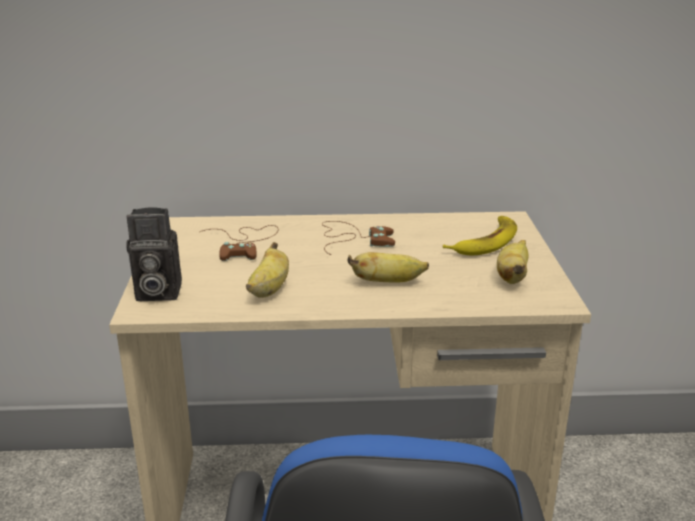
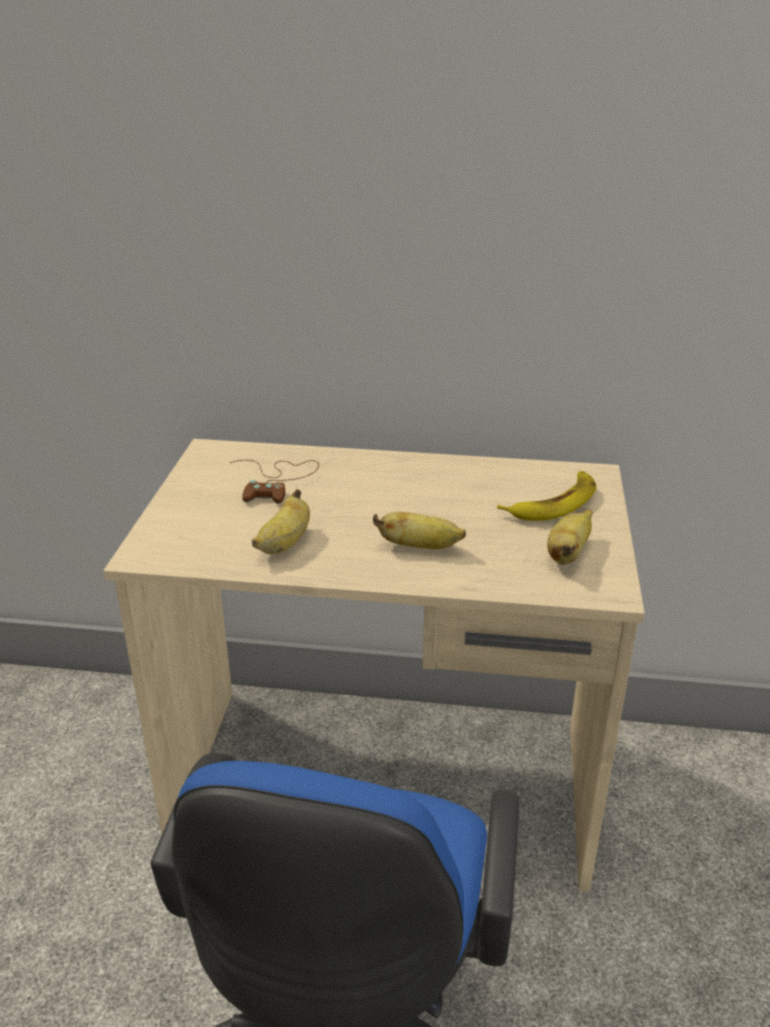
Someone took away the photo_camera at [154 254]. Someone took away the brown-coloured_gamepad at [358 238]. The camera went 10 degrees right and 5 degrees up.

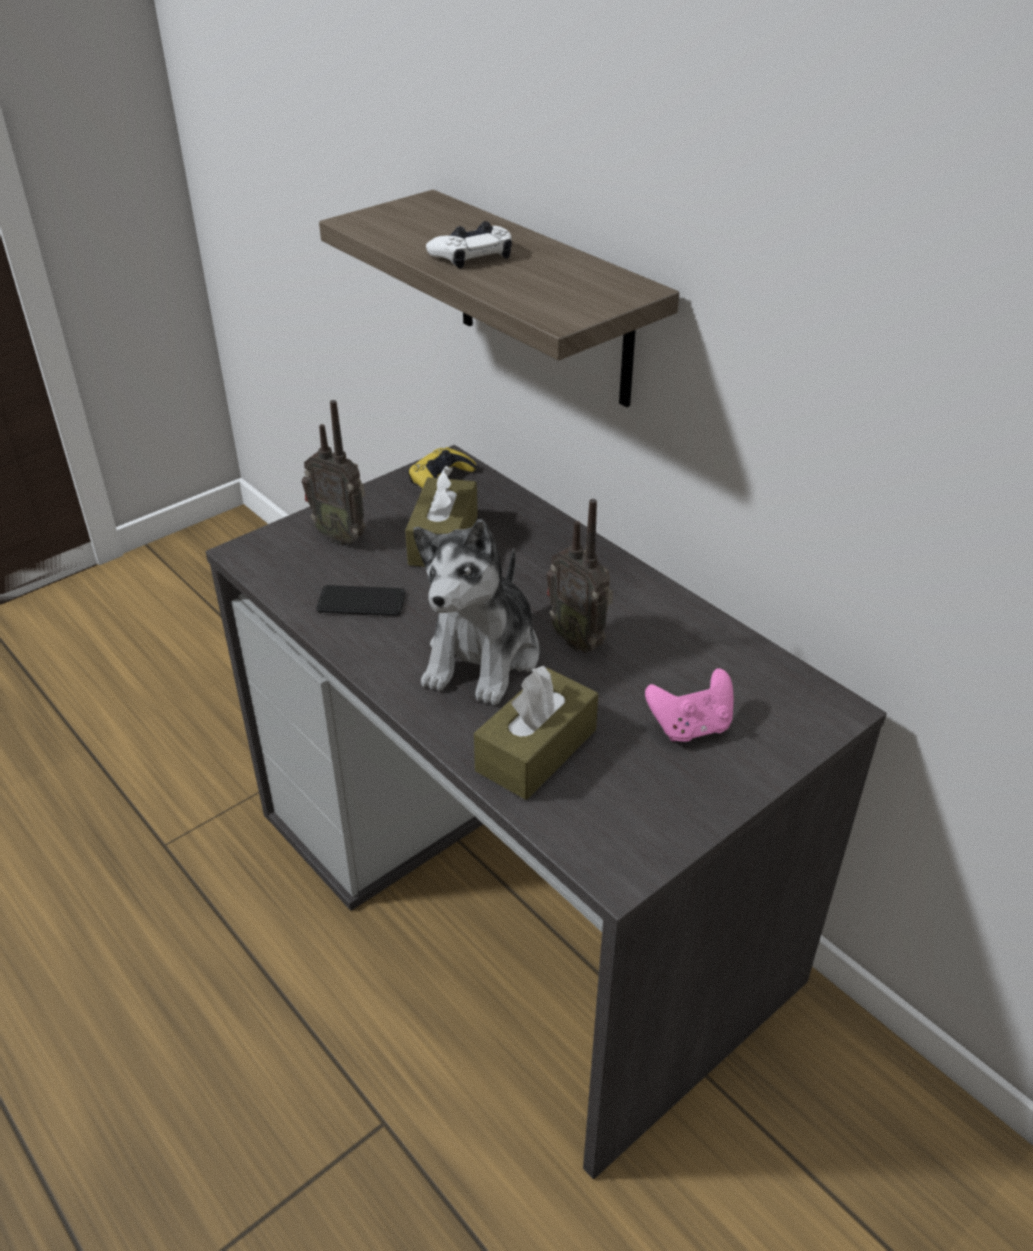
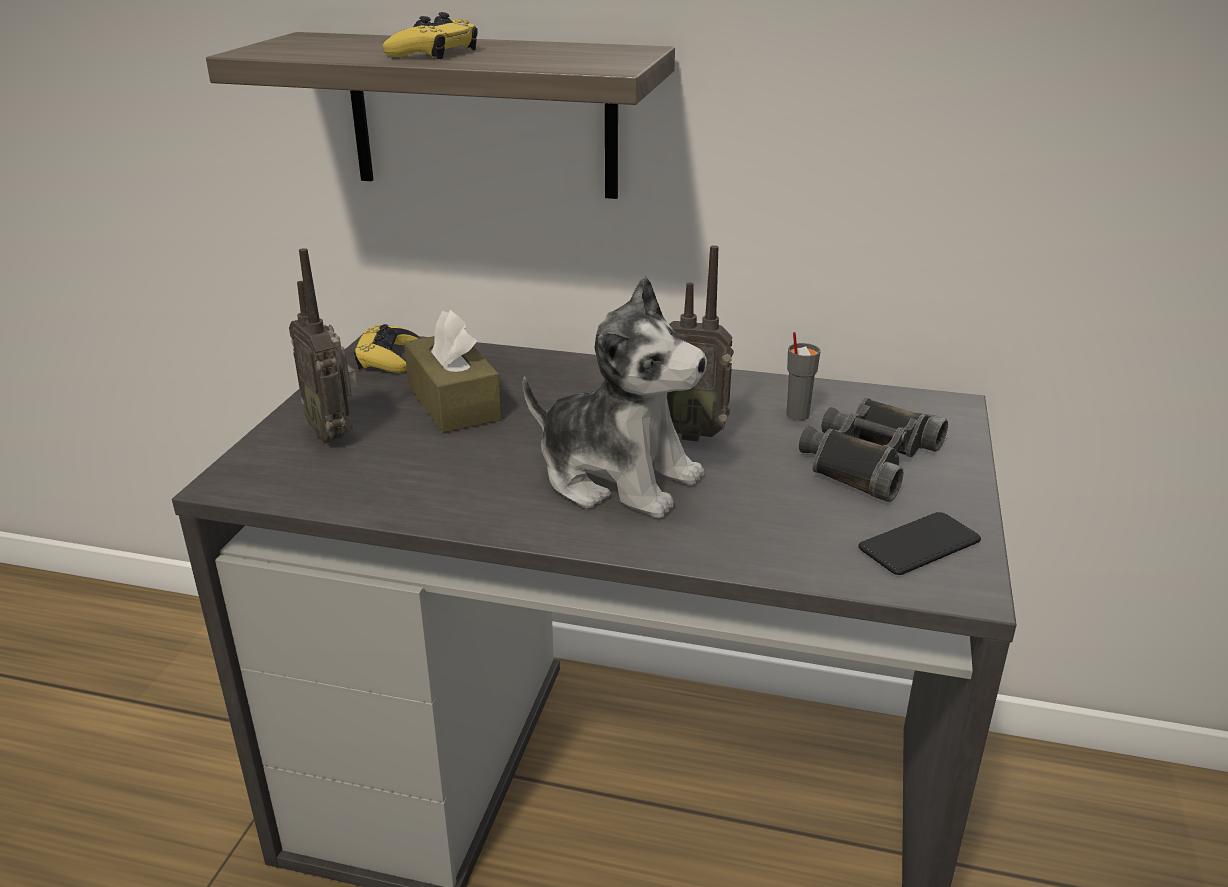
Someone rotated the radio at [334 472] by 60 degrees clockwise. Someone repainted the white_gamepad at [469 244], which became the yellow-coloured_gamepad at [430 35]. Someone rotated the plush_toy at [476 612] by 45 degrees counterclockwise. Someone put down the gray_cup at [803 376]. Someone swapped the pinkish_gamepad at [689 705] for the black_pair_of_binoculars at [873 450]. Someone carried the phone from [361 600] to [919 543]. Someone took away the brown-coloured_tissue_box at [536 733]. The camera went 35 degrees left and 10 degrees down.

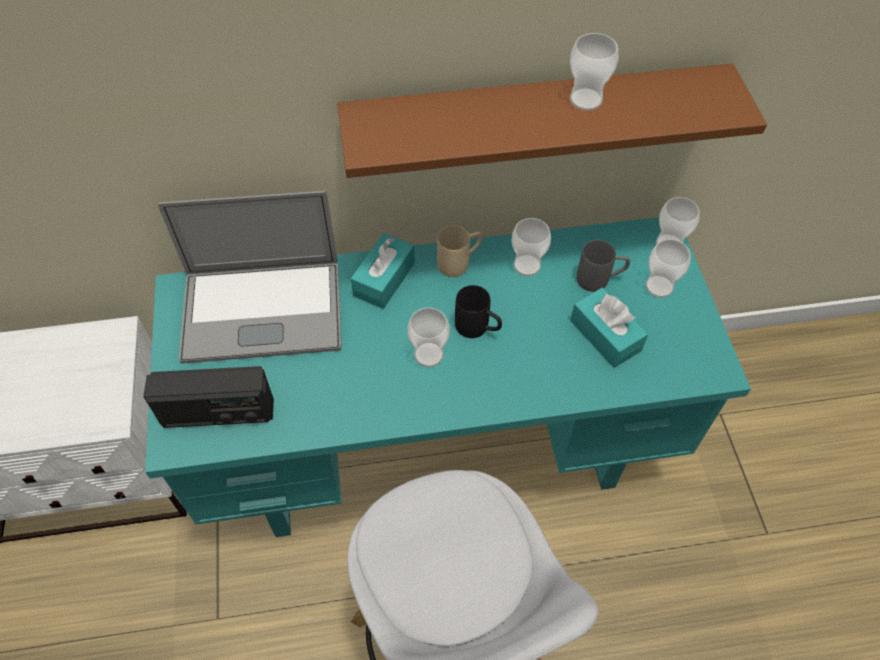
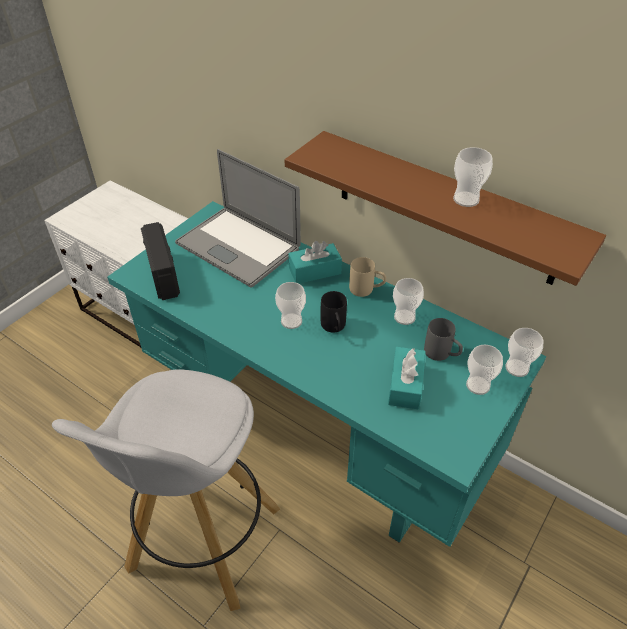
Someone rotated the radio at [208 397] by 150 degrees counterclockwise. The camera went 45 degrees right and 10 degrees down.

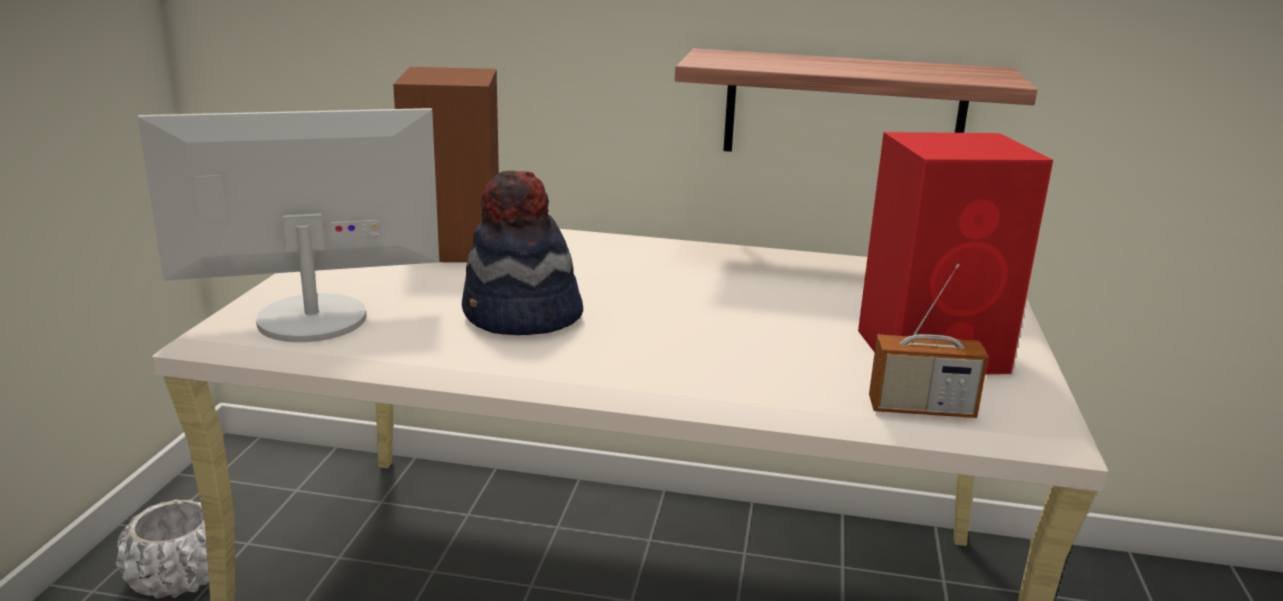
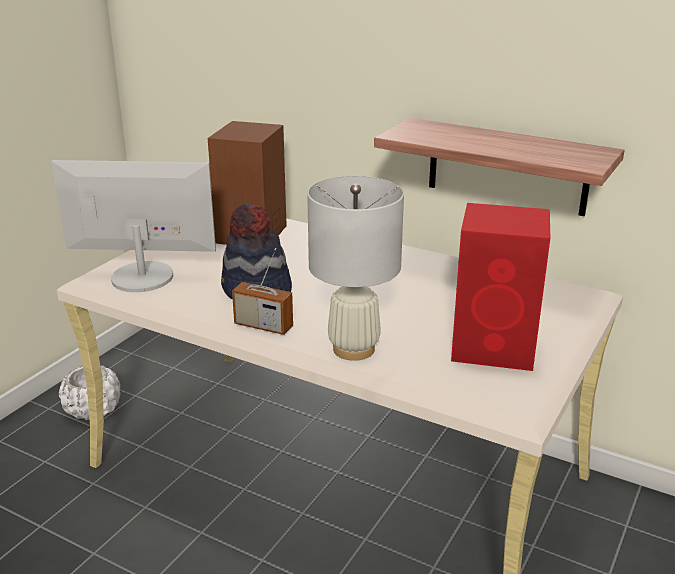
Someone carried the radio from [928 341] to [262 291]. Someone put down the white_tabletop_lamp at [355 268]. The camera went 20 degrees right and 5 degrees up.

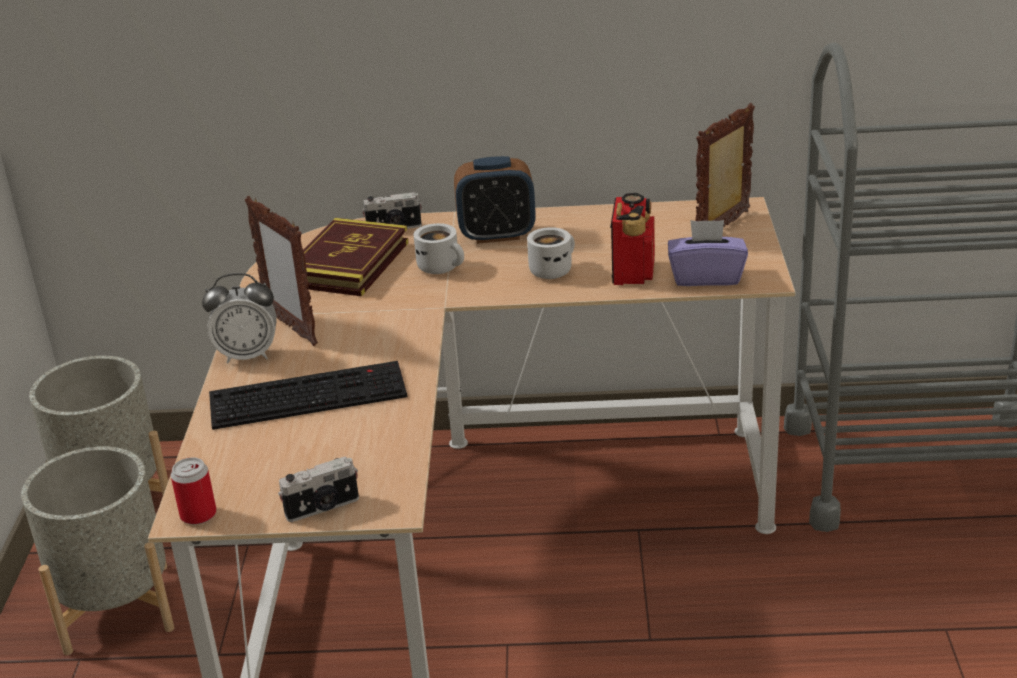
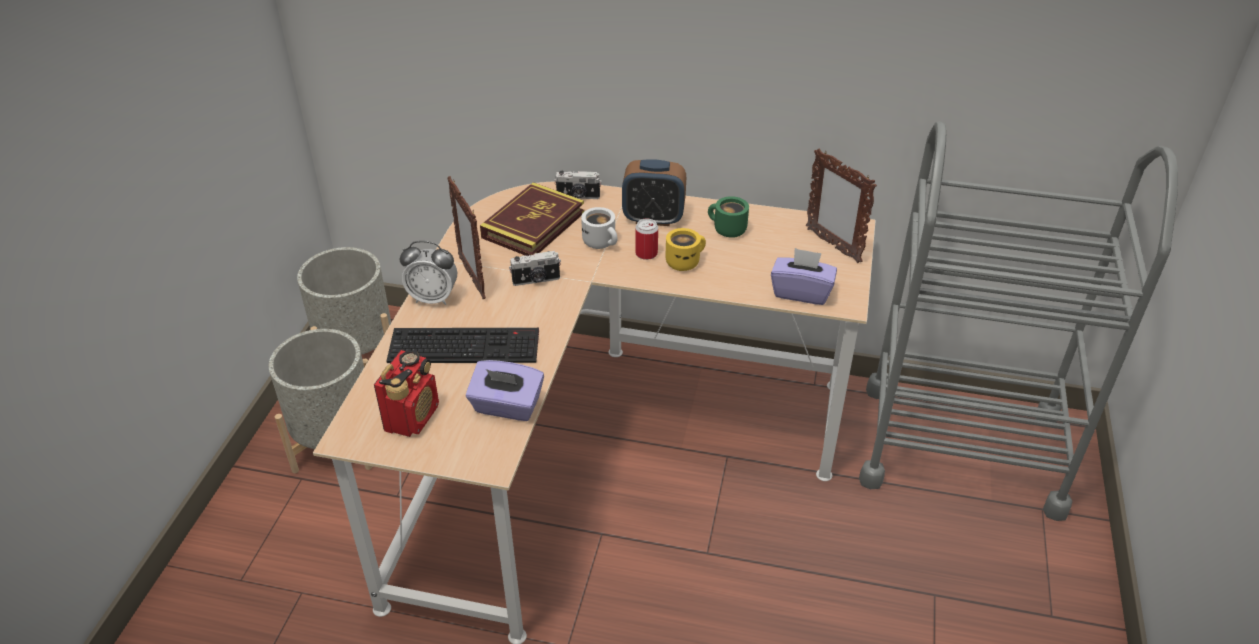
Someone carried the radio from [632 239] to [406 393]. Someone put down the purplish_tissue_box at [505 390]. Someone carried the photo_camera from [318 489] to [535 268]. Someone carried the metal_can from [194 491] to [646 239]. Someone repainted the white_coffee_mug at [551 253], which became the yellow-coloured_coffee_mug at [686 249]. Someone put down the green_coffee_mug at [728 217]. Someone rotated the picture_frame at [725 165] by 90 degrees counterclockwise. The camera went 10 degrees right and 10 degrees up.

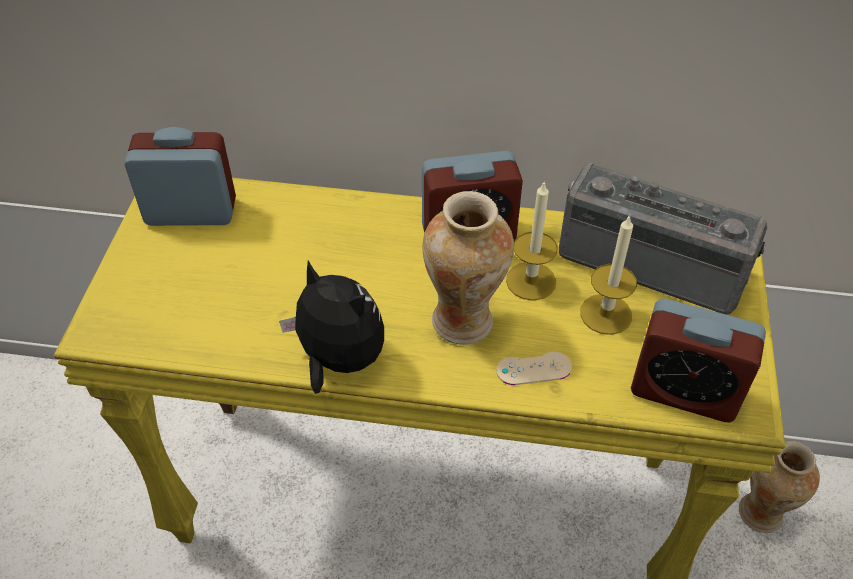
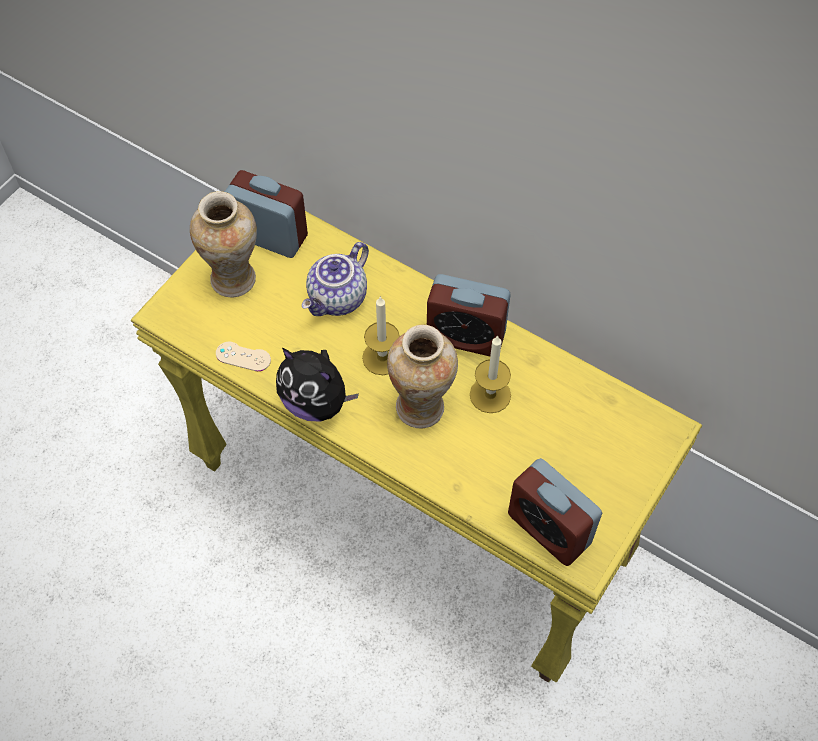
Someone carried the flower_vase from [779 486] to [223 244]. Someone carried the beige-coloured_gamepad from [534 368] to [243 356]. Someone rotated the plush_toy at [331 327] by 150 degrees clockwise. Someone put down the tea_pot at [335 279]. Someone carried the wax_light from [608 275] to [381 335]. Someone took away the radio at [663 239]. The camera went 25 degrees right and 10 degrees up.

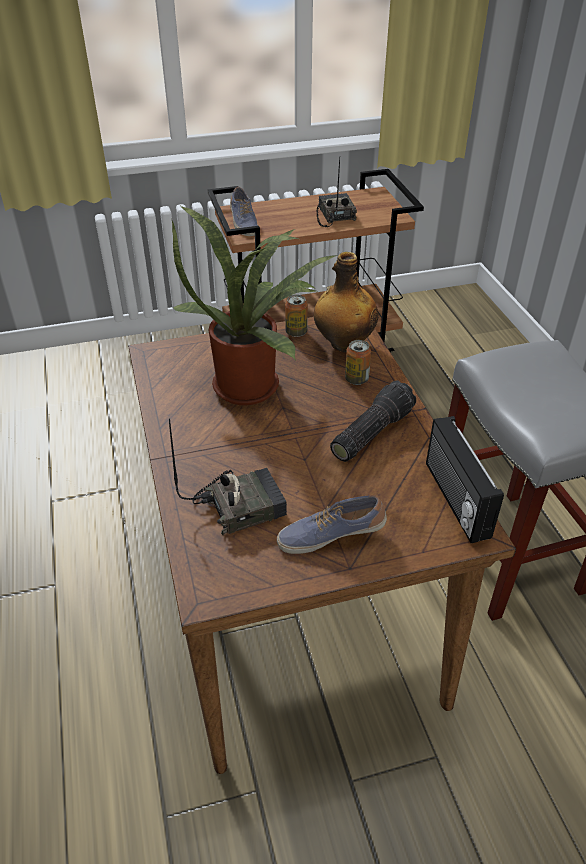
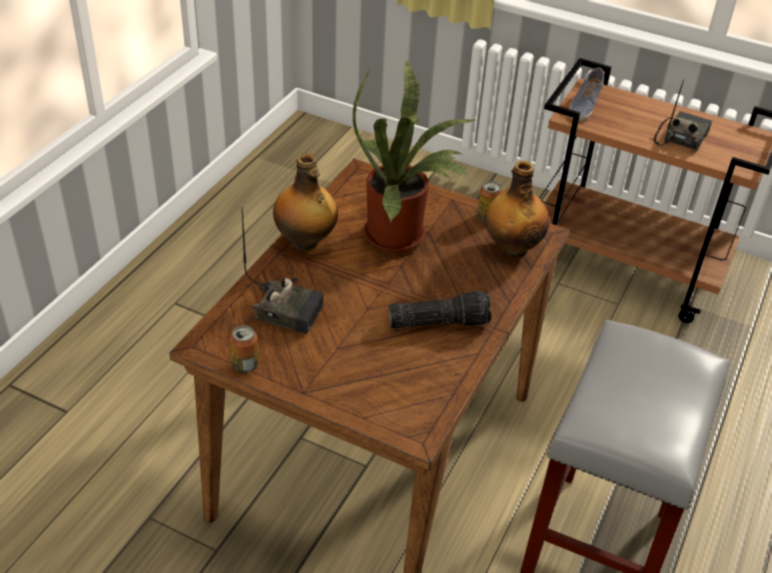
Someone carried the metal_can from [358 362] to [244 349]. Someone put down the drink_bottle at [305 202]. Someone took away the low_shoe at [332 524]. Someone took away the radio at [465 479]. The camera went 40 degrees right and 0 degrees up.

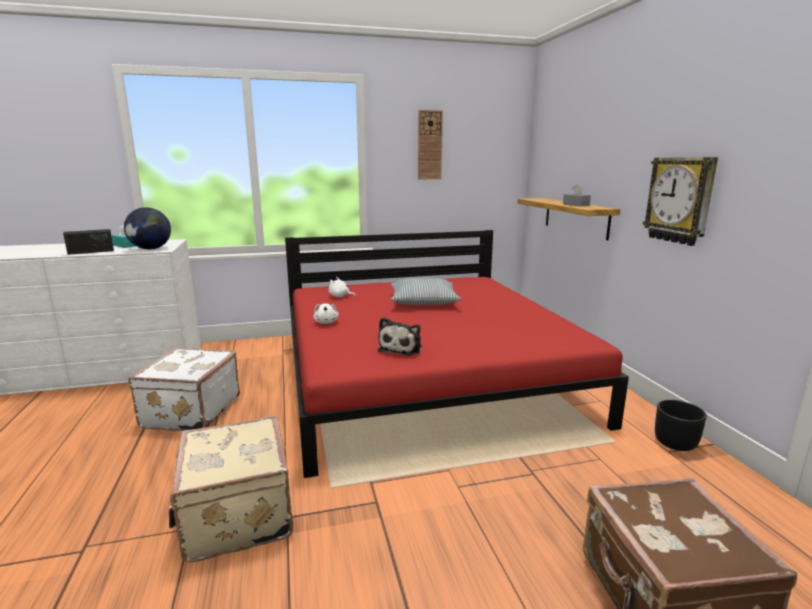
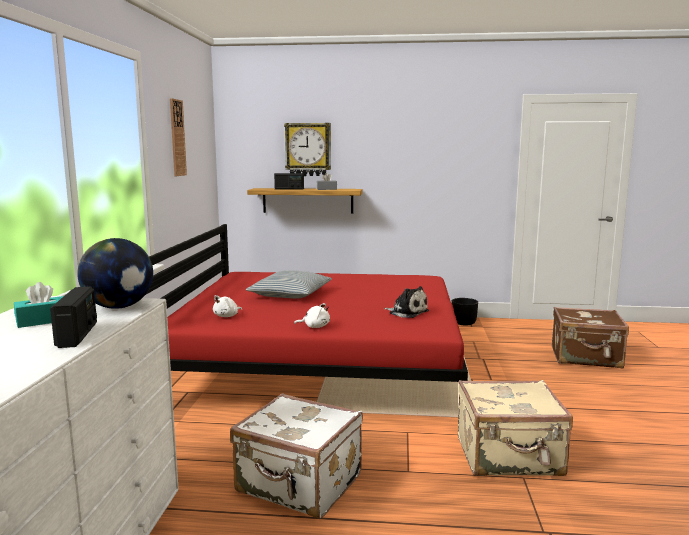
Someone put down the radio at [289 181]. Someone carried the clock_on_the_wall from [680 201] to [307 149]. The camera went 70 degrees left and 5 degrees down.

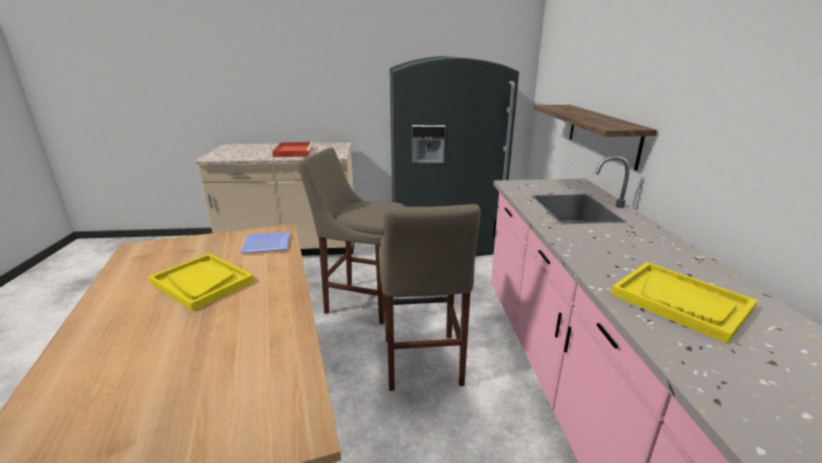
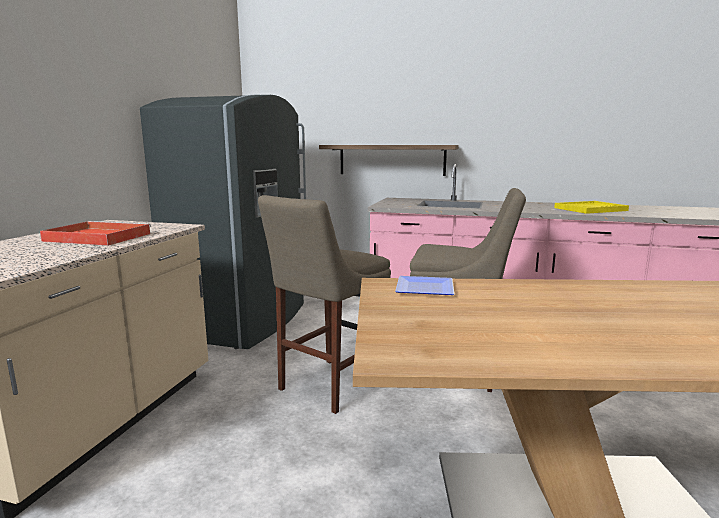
Someone took away the yellow-coloured_serving_tray at [201 282]. The camera went 70 degrees left and 10 degrees down.

